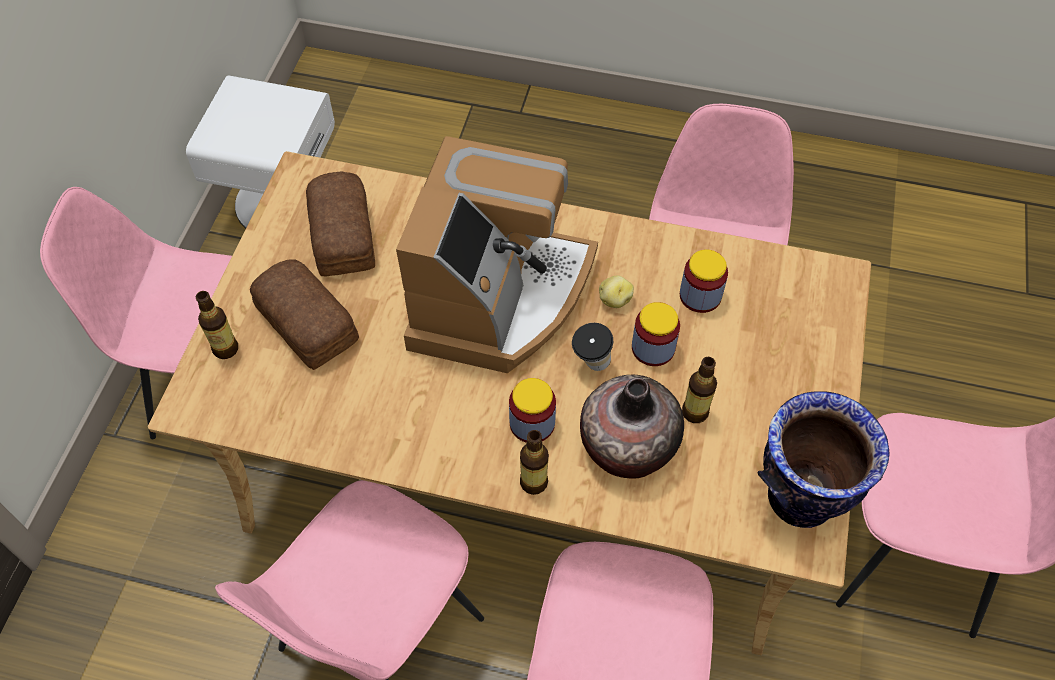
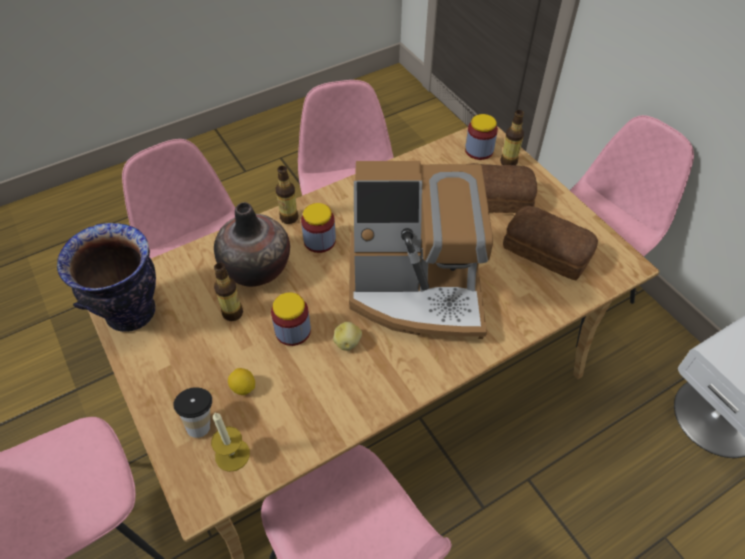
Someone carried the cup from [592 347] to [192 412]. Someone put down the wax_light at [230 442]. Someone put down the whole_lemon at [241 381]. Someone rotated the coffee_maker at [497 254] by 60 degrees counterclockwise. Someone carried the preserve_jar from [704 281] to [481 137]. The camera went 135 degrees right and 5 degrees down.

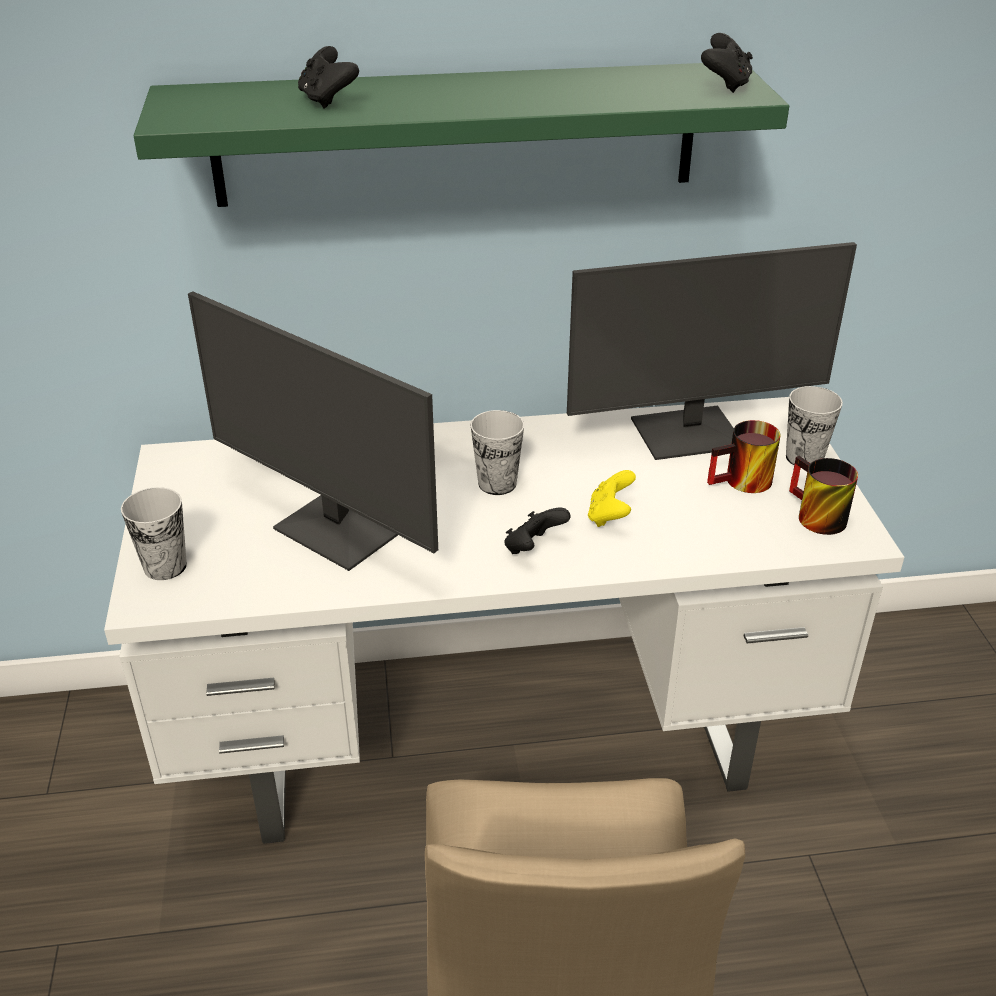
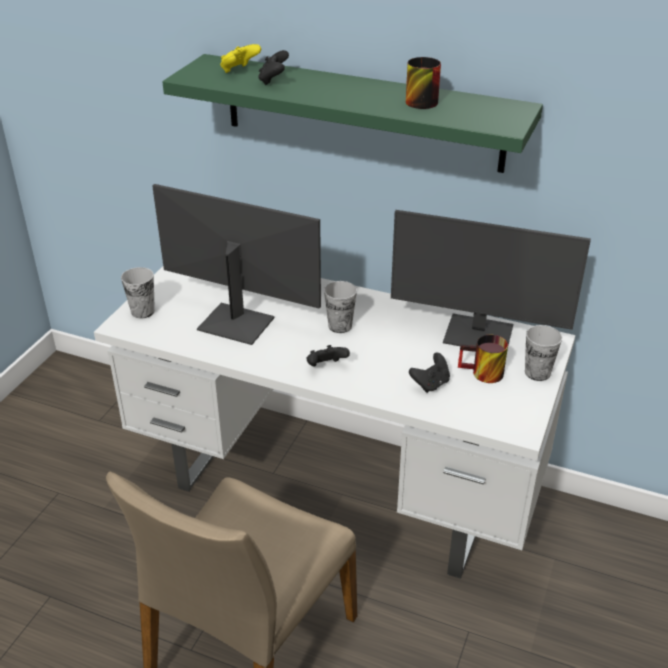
Someone rotated the computer_screen at [313 431] by 135 degrees clockwise. Someone carried the yellow-coloured_gamepad from [612 498] to [240 58]. Someone carried the coffee_mug from [823 495] to [423 83]. Someone carried the black_gamepad from [727 63] to [429 373]. The camera went 30 degrees right and 0 degrees up.

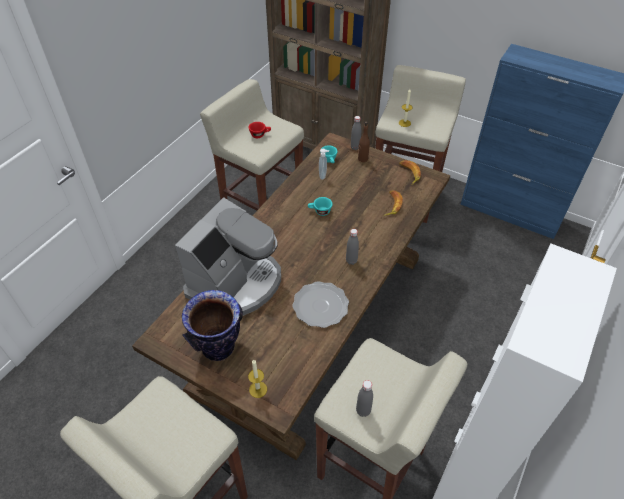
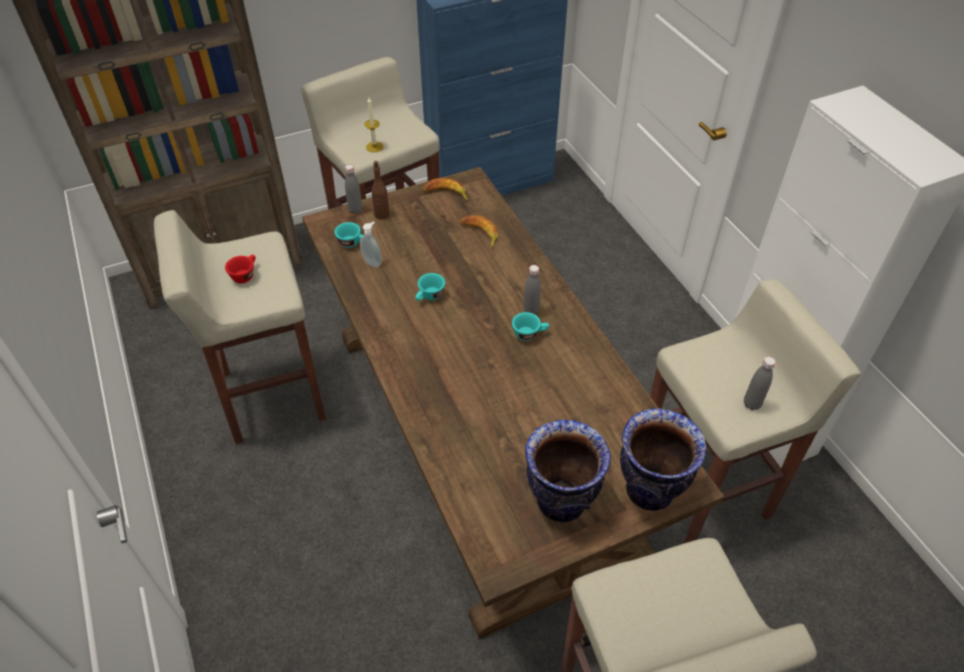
Someone put down the turquoise_cup at [530 326]. Someone swapped the wax_light at [257 378] for the flower_vase at [663 459]. Someone took away the coffee_maker at [228 256]. Someone took away the plate at [320 304]. The camera went 55 degrees left and 0 degrees up.

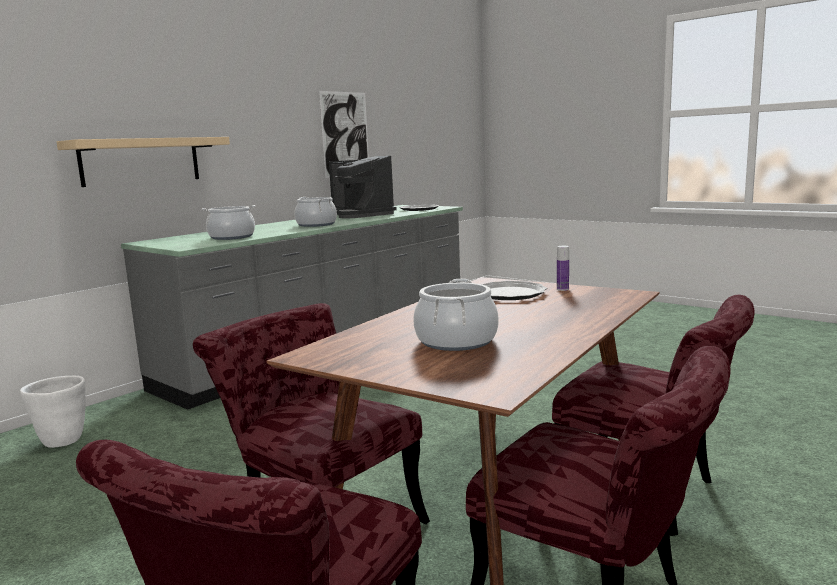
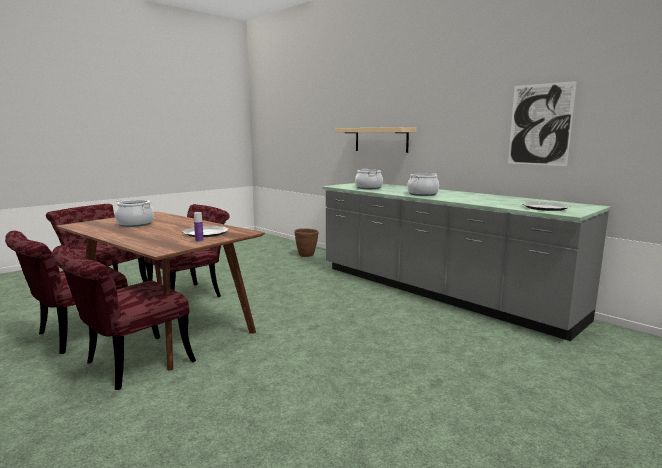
Someone repainted the white_flower_pot at [53 412], which became the brown-coloured_flower_pot at [306 242]. Someone took away the coffee_maker at [363 187]. The camera went 95 degrees right and 0 degrees up.

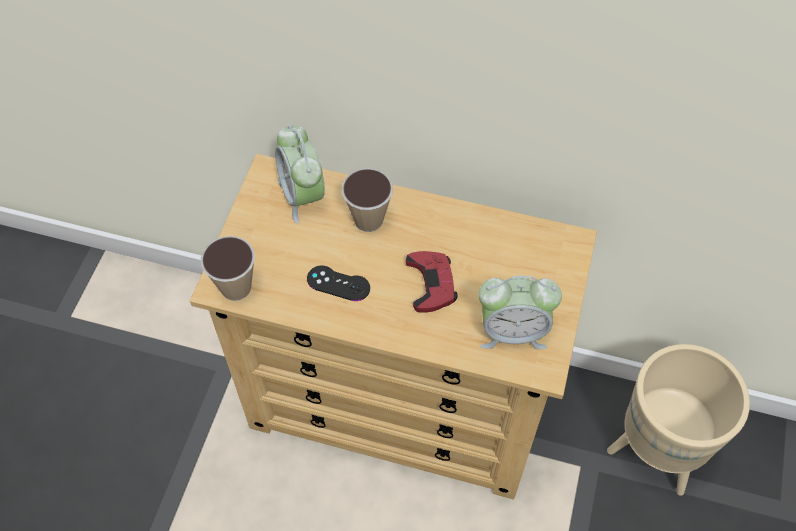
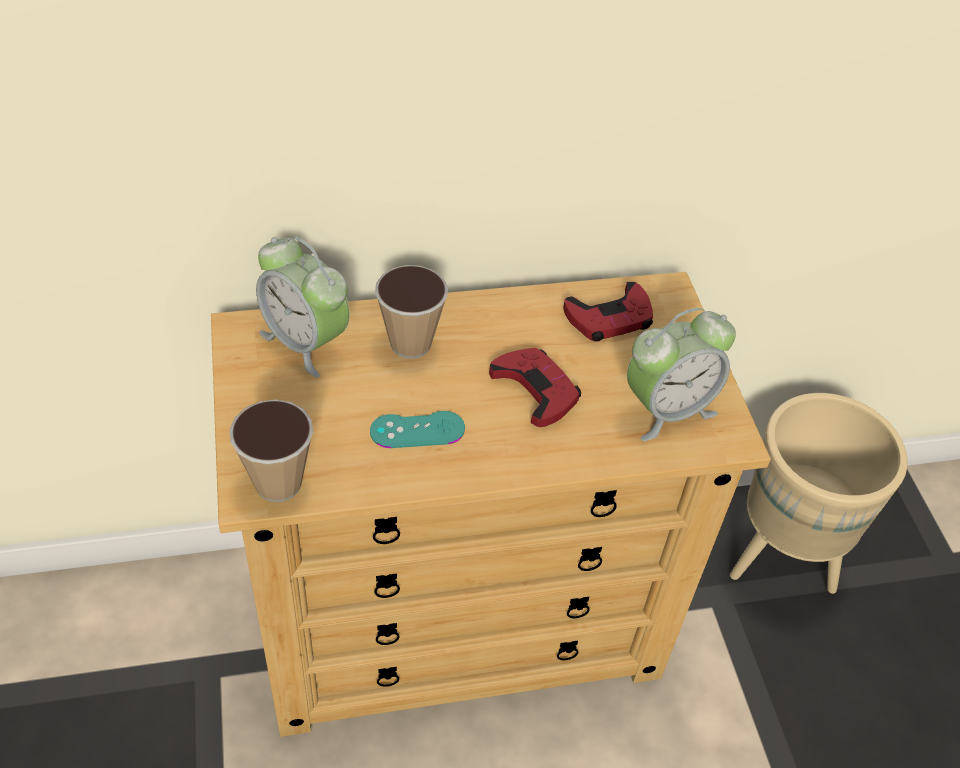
Someone repainted the black_gamepad at [338 283], which became the turquoise_gamepad at [417 429]. Someone put down the reddish_gamepad at [608 311]. The camera went 30 degrees left and 10 degrees down.

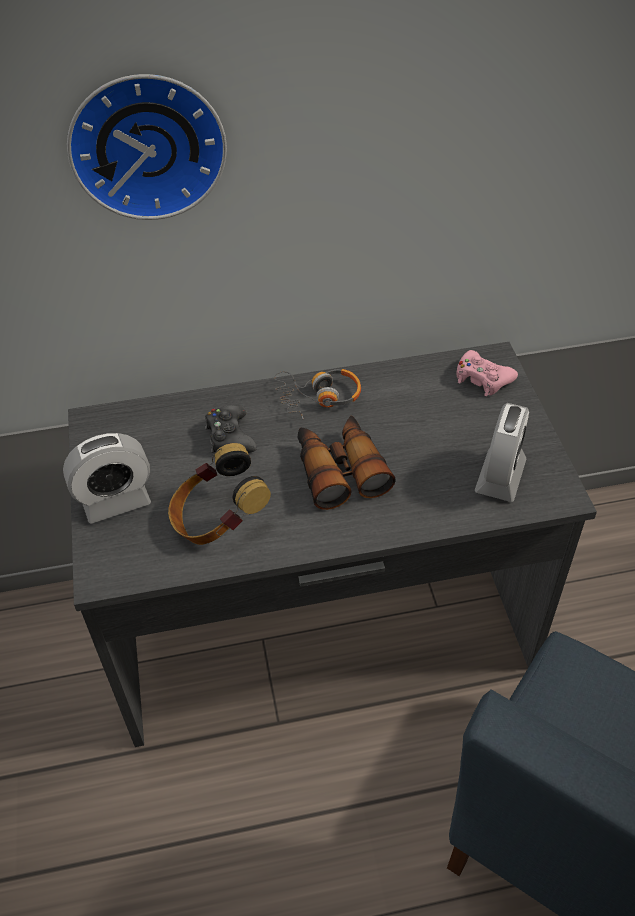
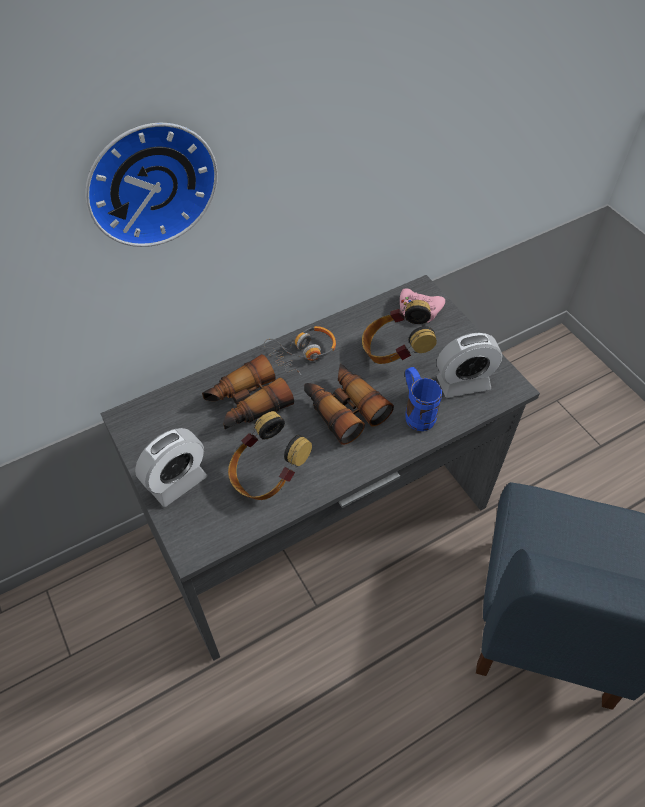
Someone swapped the black_gamepad at [231 429] for the pair_of_binoculars at [248 391]. Someone put down the pair_of_headphones at [399 332]. Someone put down the blue_coffee_mug at [423 399]. Someone rotated the bedside_clock at [501 452] by 75 degrees clockwise. The camera went 20 degrees left and 5 degrees up.

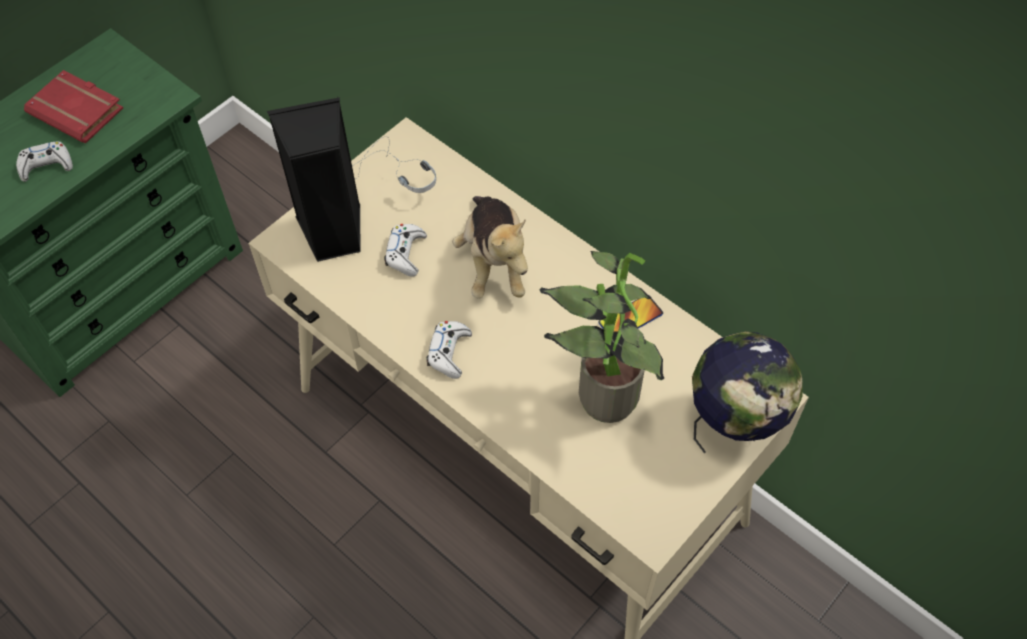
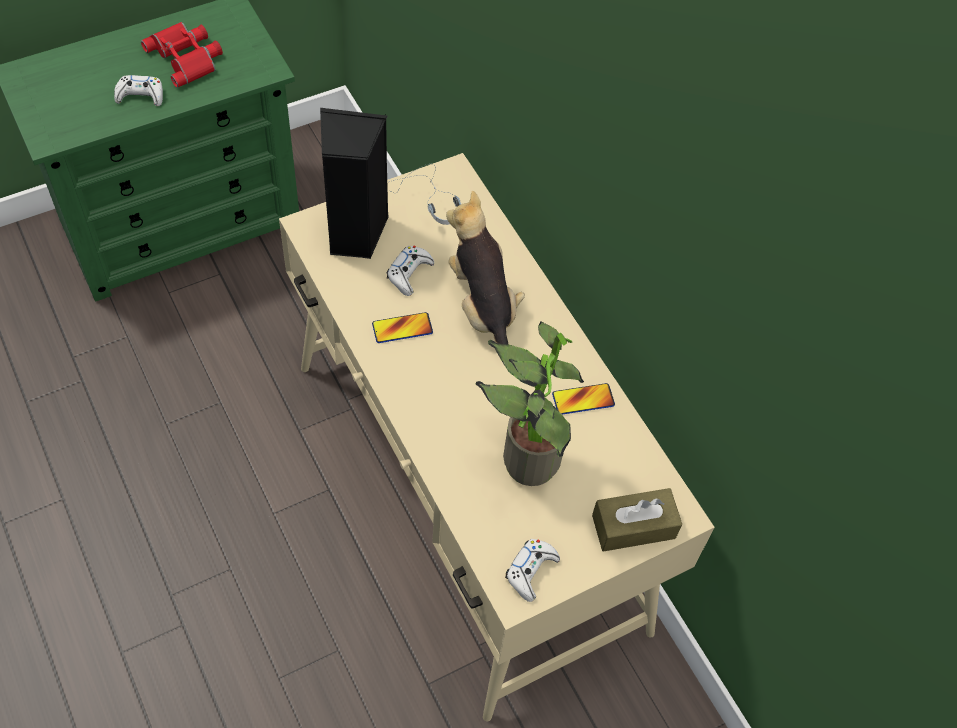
Someone swapped the reddish_book at [73 107] for the reddish_pair_of_binoculars at [182 55]. Someone put down the phone at [402 327]. Someone rotated the plush_toy at [490 247] by 150 degrees clockwise. Someone carried the white_gamepad from [449 350] to [532 570]. Someone swapped the desk_globe at [747 392] for the brown-coloured_tissue_box at [637 520]. The camera went 15 degrees right and 0 degrees up.

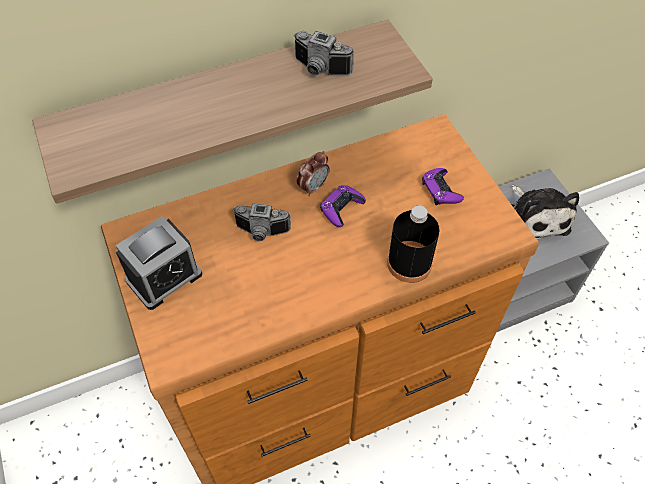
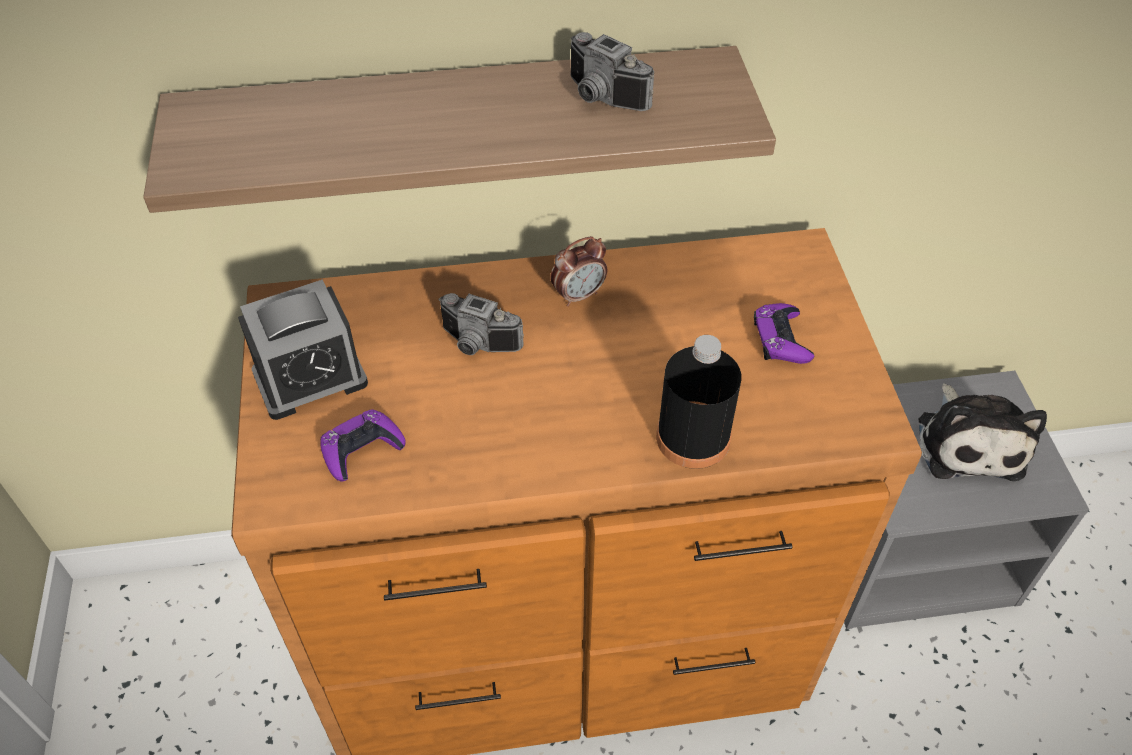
Someone carried the purplish_gamepad from [343 206] to [363 445]. The camera went 15 degrees right and 5 degrees down.

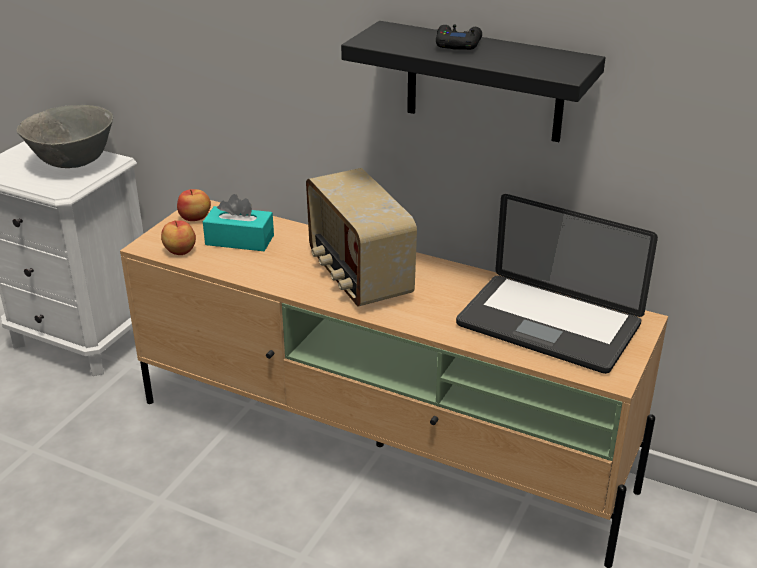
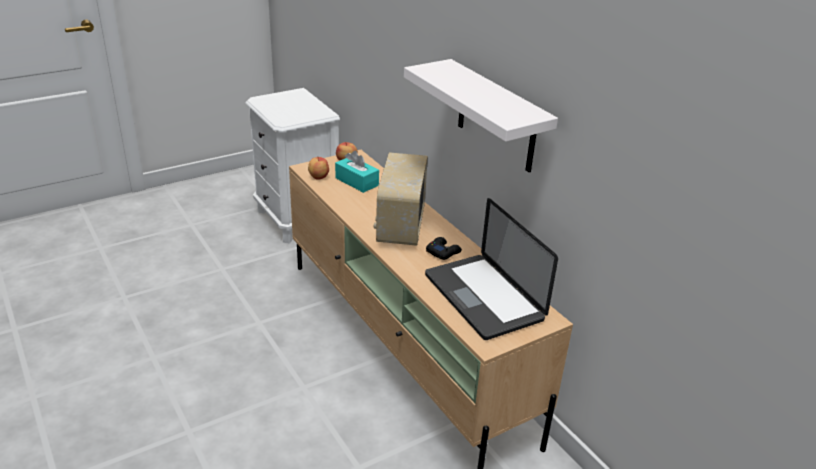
Someone repainted the black_bracket_shelf at [473 81], which became the white_bracket_shelf at [481 115]. Someone carried the black_gamepad from [459 37] to [444 248]. Someone took away the gray_serving_bowl at [65 136]. The camera went 30 degrees right and 0 degrees up.

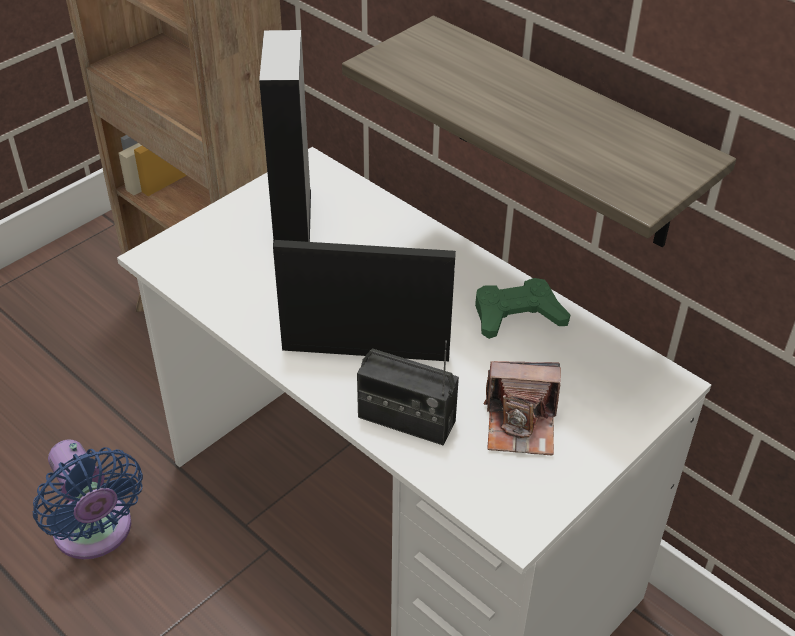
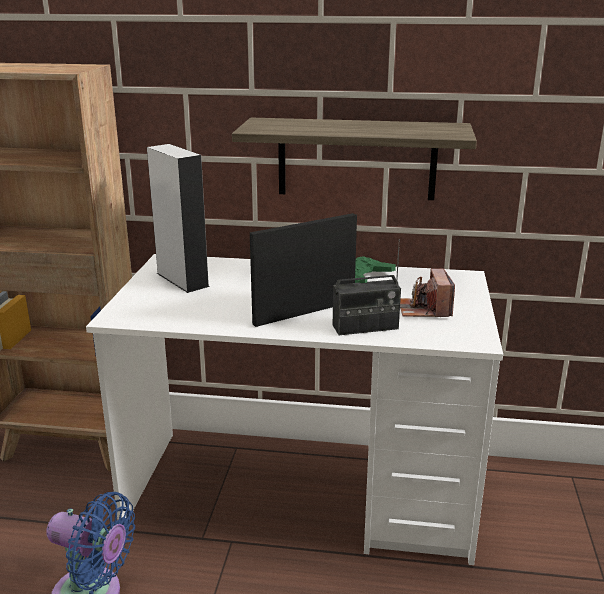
Someone rotated the photo_camera at [522 408] by 120 degrees clockwise. The camera went 35 degrees left and 20 degrees down.

